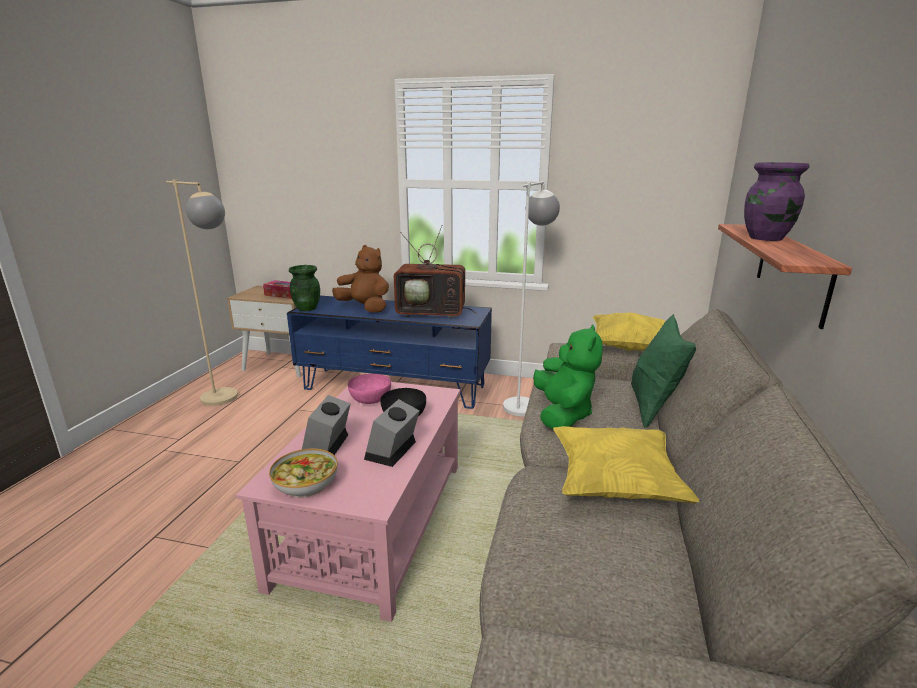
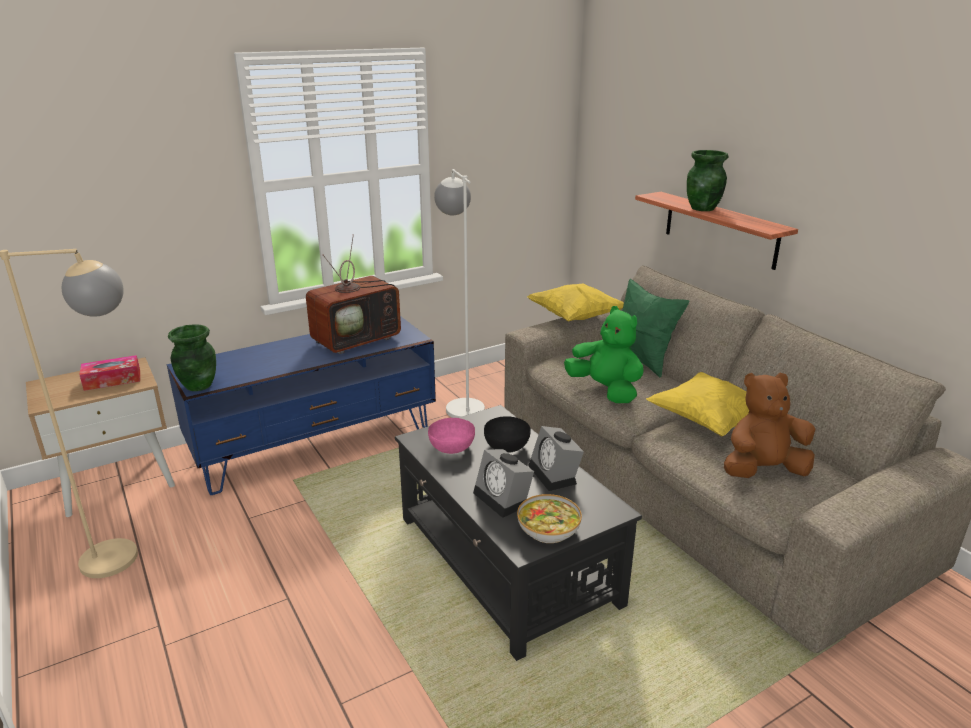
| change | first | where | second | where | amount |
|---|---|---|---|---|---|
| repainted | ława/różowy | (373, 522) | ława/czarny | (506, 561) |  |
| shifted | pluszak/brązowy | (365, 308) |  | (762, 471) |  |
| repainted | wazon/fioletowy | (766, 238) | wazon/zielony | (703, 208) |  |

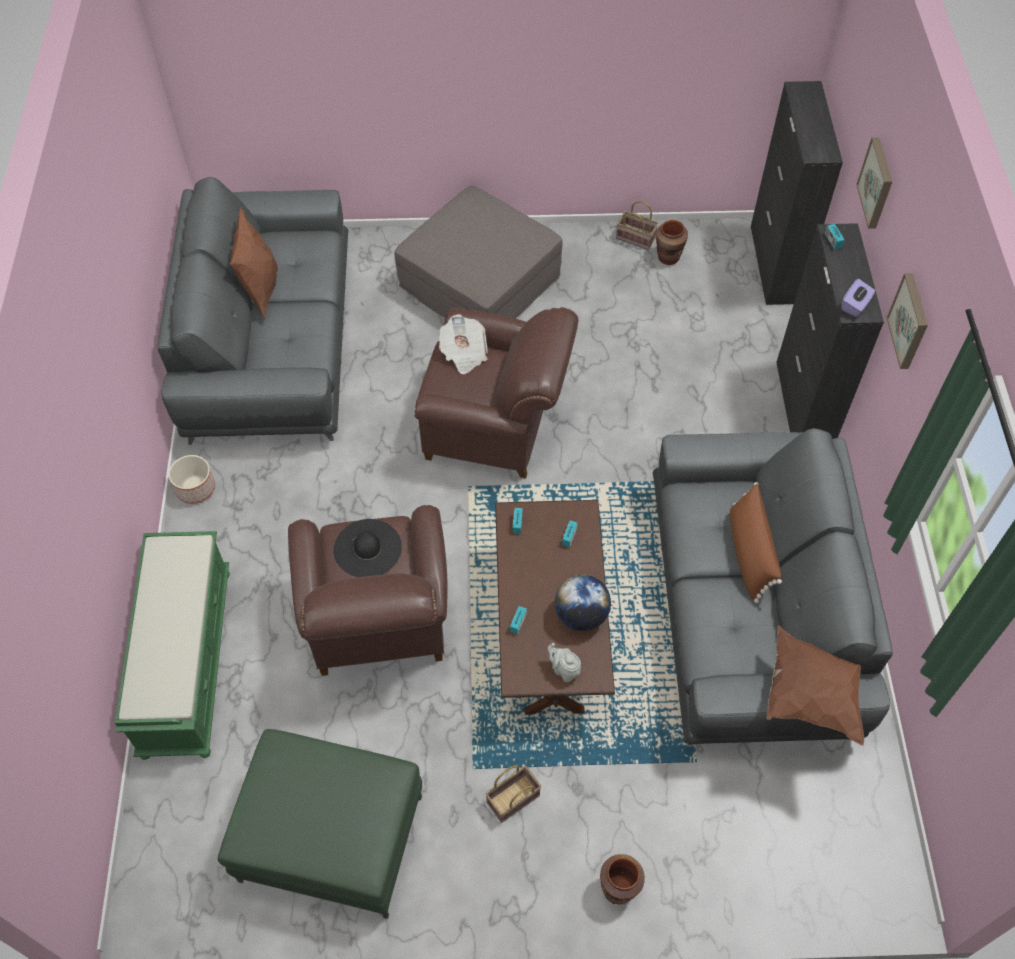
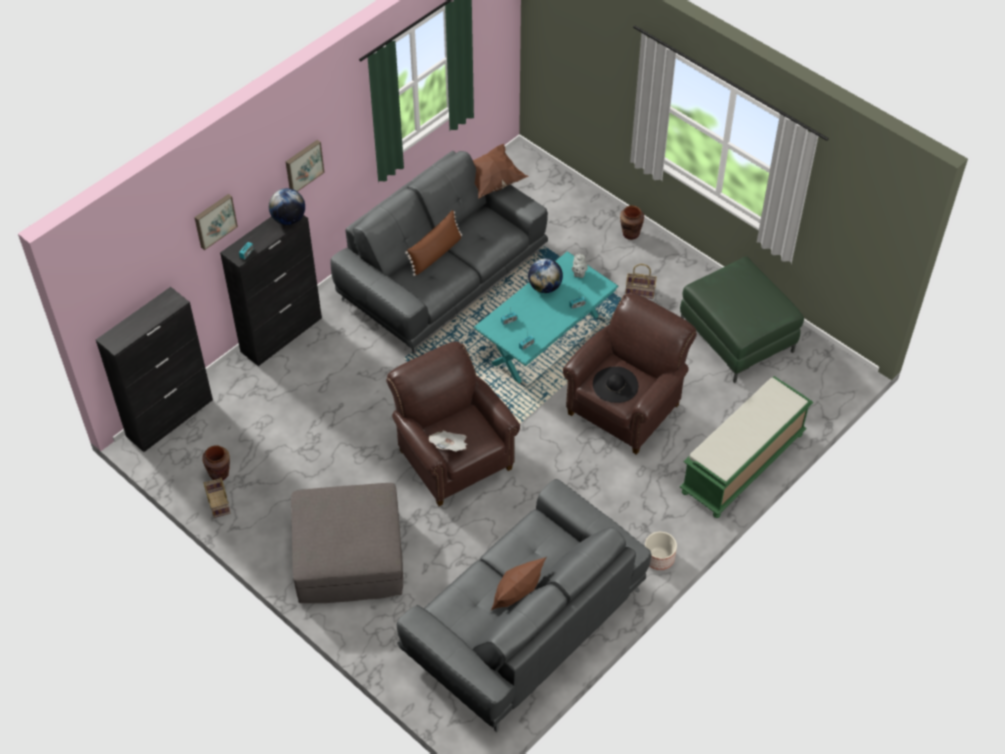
| change | first | where | second | where | amount |
|---|---|---|---|---|---|
| repainted | ława/brązowy | (550, 630) | ława/turkusowy | (545, 339) |  |
| swapped | pudełko chusteczek/fioletowy | (855, 305) | globus | (289, 219) |  |

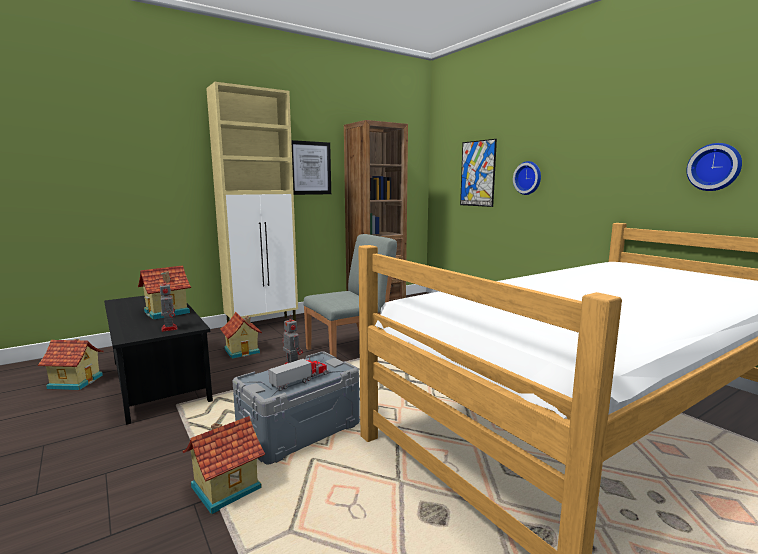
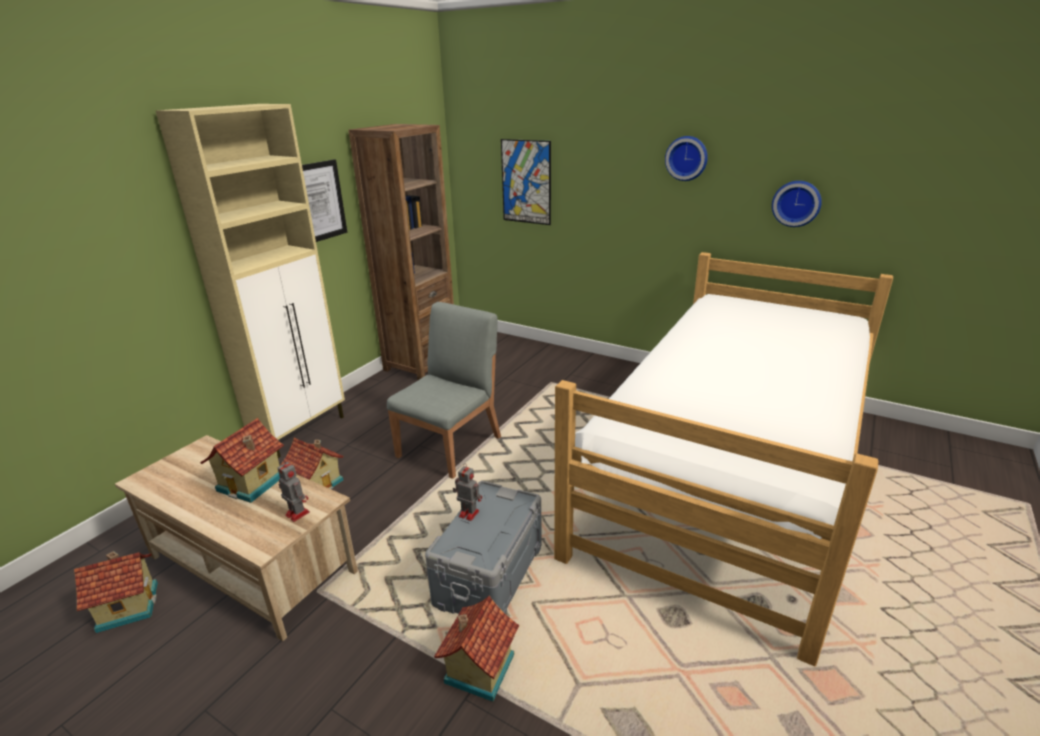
| change | first | where | second | where | amount |
|---|---|---|---|---|---|
| repainted | ława/czarny | (158, 380) | ława/beżowy | (251, 564) |  |
| gone | ciężarówka zabawkowa | (300, 380) |  |  |  |
| shifted | zegar ścienny | (528, 178) |  | (687, 158) |  |

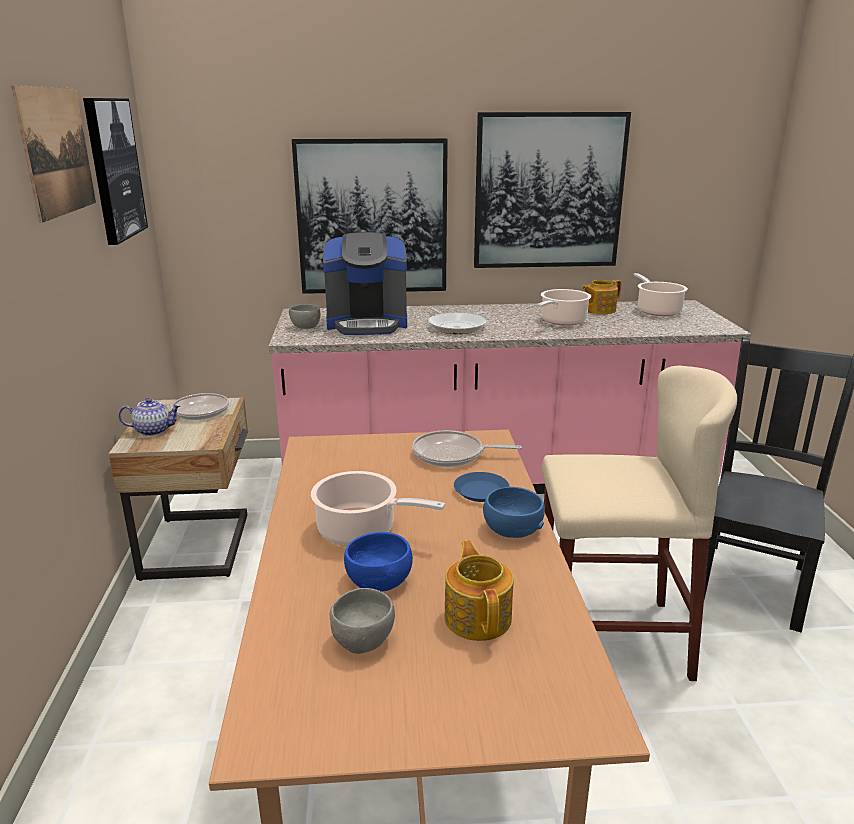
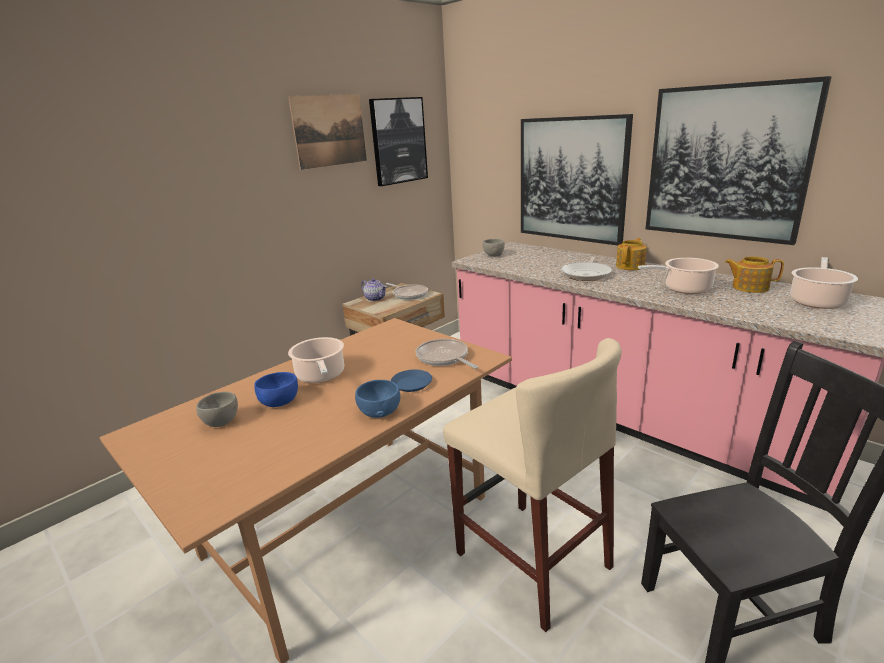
| change | first | where | second | where | amount |
|---|---|---|---|---|---|
| gone | ekspres do kawy | (367, 324) |  |  |  |
| shifted | imbryk | (478, 617) |  | (631, 266) |  |

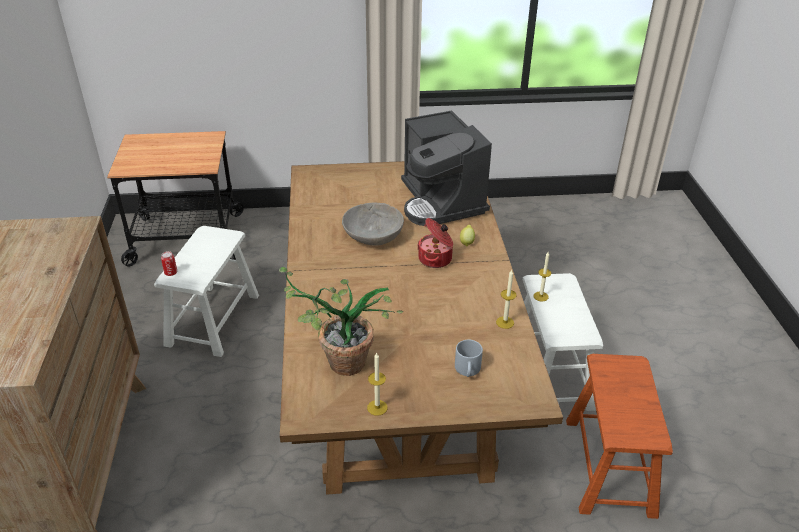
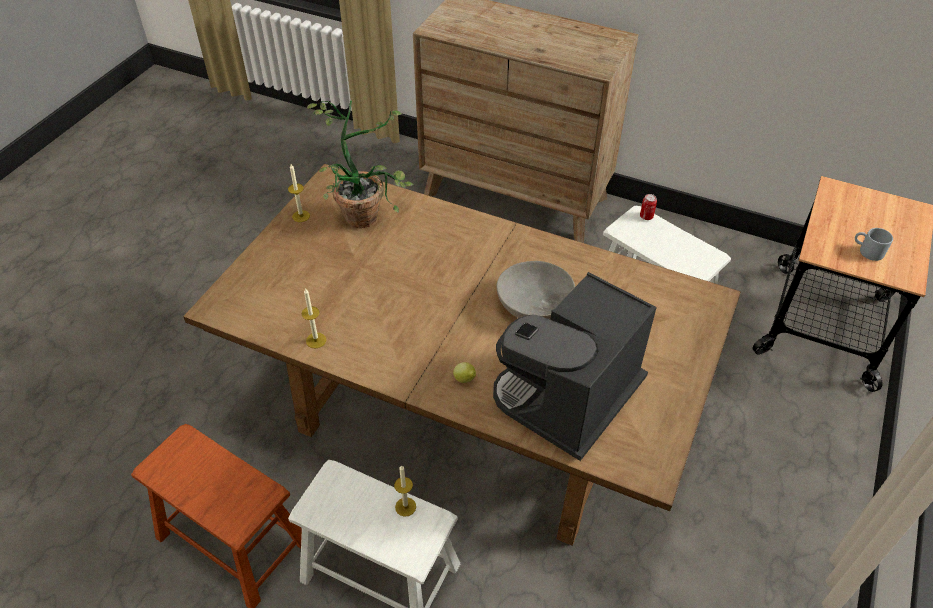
| change | first | where | second | where | amount |
|---|---|---|---|---|---|
| rotated | ekspres do kawy | (441, 201) |  | (569, 400) | 60 degrees counterclockwise |
| gone | garnek | (436, 259) |  |  |  |
| shifted | kubek/szary | (468, 370) |  | (867, 251) |  |

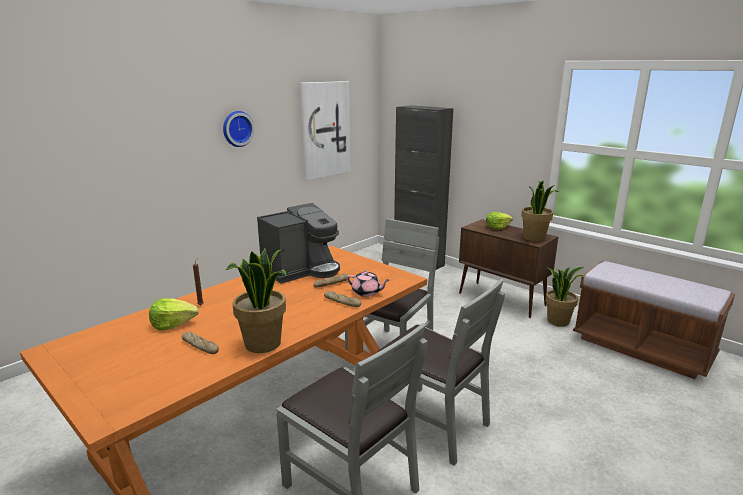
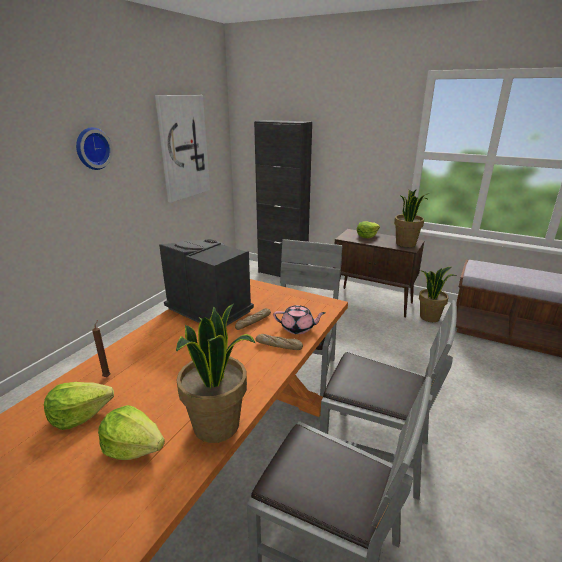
| change | first | where | second | where | amount |
|---|---|---|---|---|---|
| swapped | chleb | (200, 346) | sałata | (133, 447) |  |
| rotated | ekspres do kawy | (301, 270) |  | (209, 308) | 90 degrees counterclockwise |

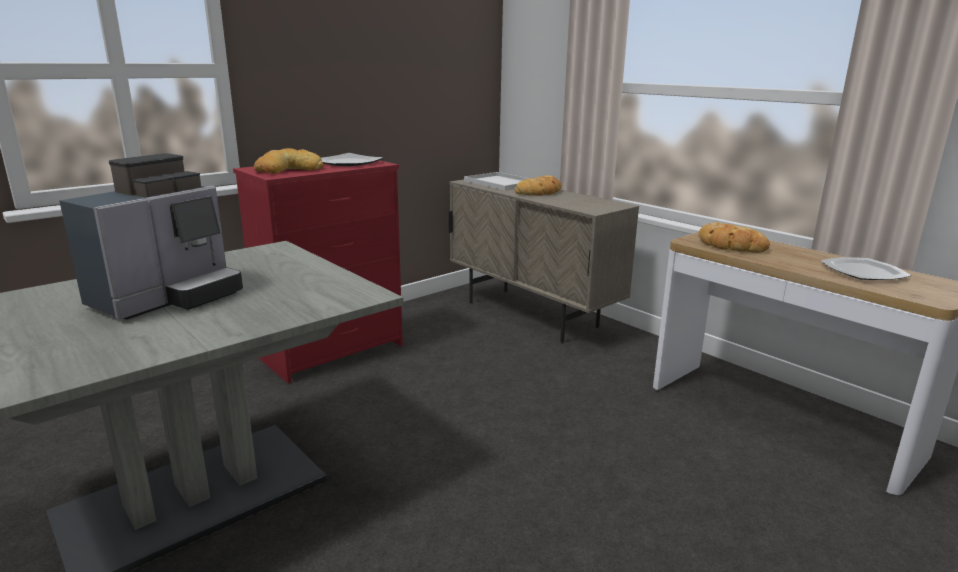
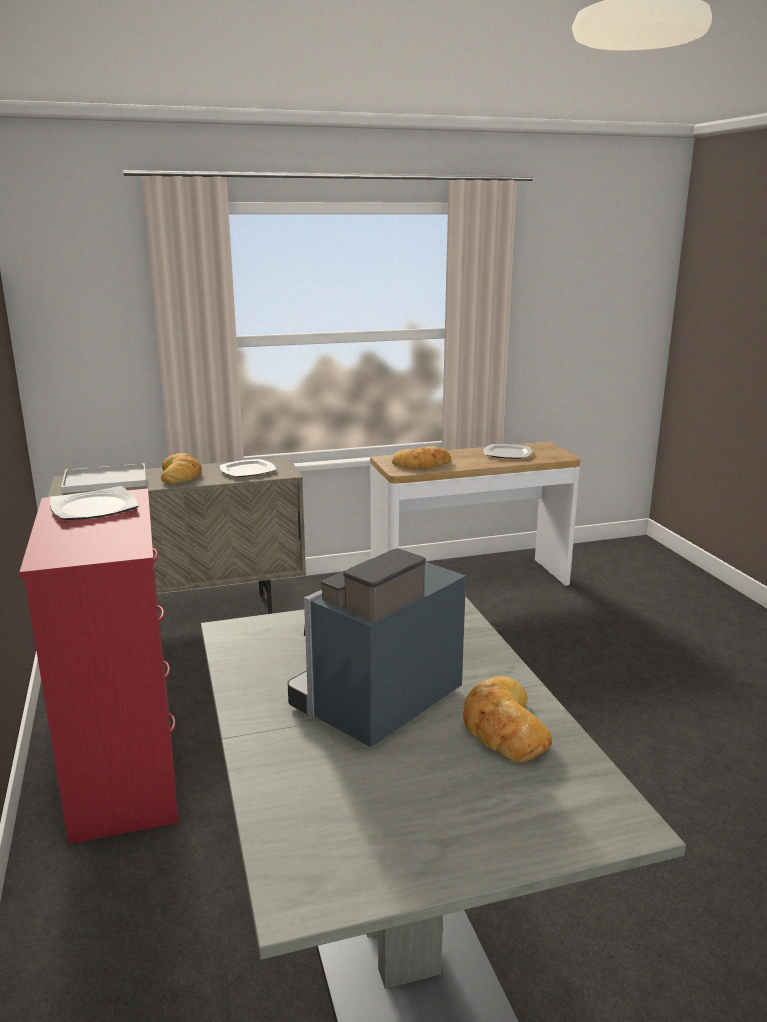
| change | first | where | second | where | amount |
|---|---|---|---|---|---|
| rotated | ekspres do kawy | (169, 297) |  | (375, 703) | 105 degrees counterclockwise |
| shifted | chleb | (288, 170) |  | (503, 727) |  |
| new |  |  | talerz | (247, 470) |  |

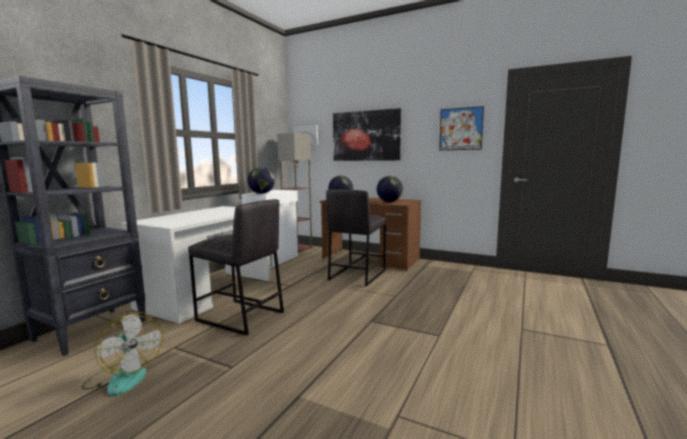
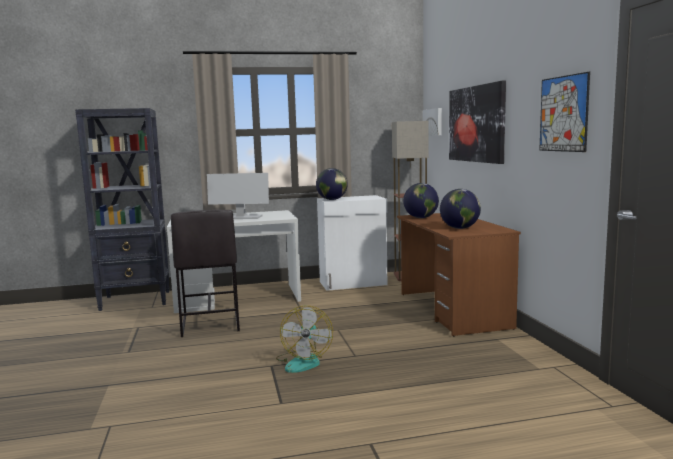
| change | first | where | second | where | amount |
|---|---|---|---|---|---|
| shifted | wentylator | (124, 377) |  | (303, 361) |  |
| gone | stołek/szary | (356, 275) |  |  |  |
| new |  |  | monitor | (240, 217) |  |

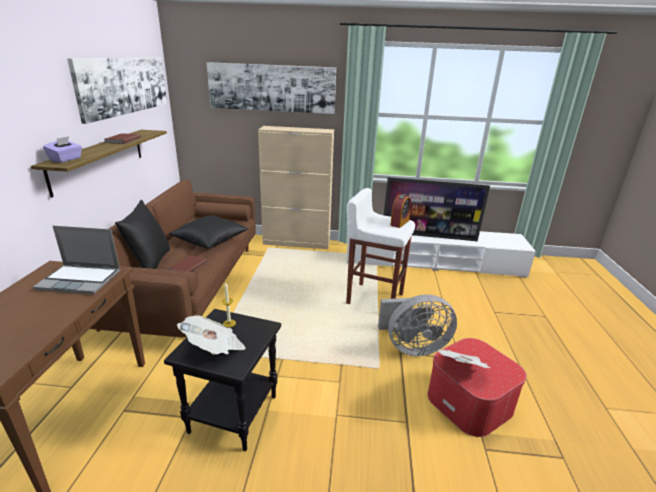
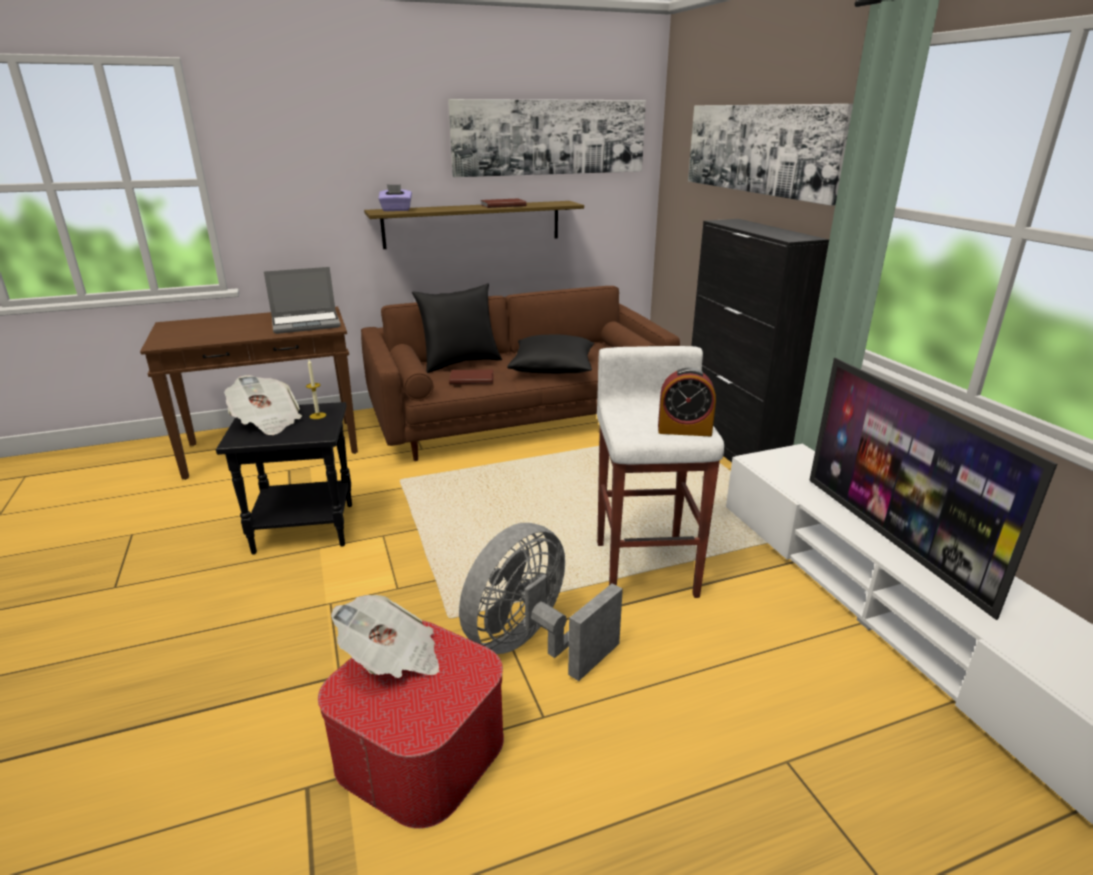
| change | first | where | second | where | amount |
|---|---|---|---|---|---|
| rotated | laptop | (81, 280) |  | (307, 324) | 90 degrees counterclockwise |
| repainted | szafka/beżowy | (297, 242) | szafka/czarny | (732, 447) |  |
| rotated | wentylator/szary | (412, 347) |  | (532, 645) | 75 degrees clockwise |

